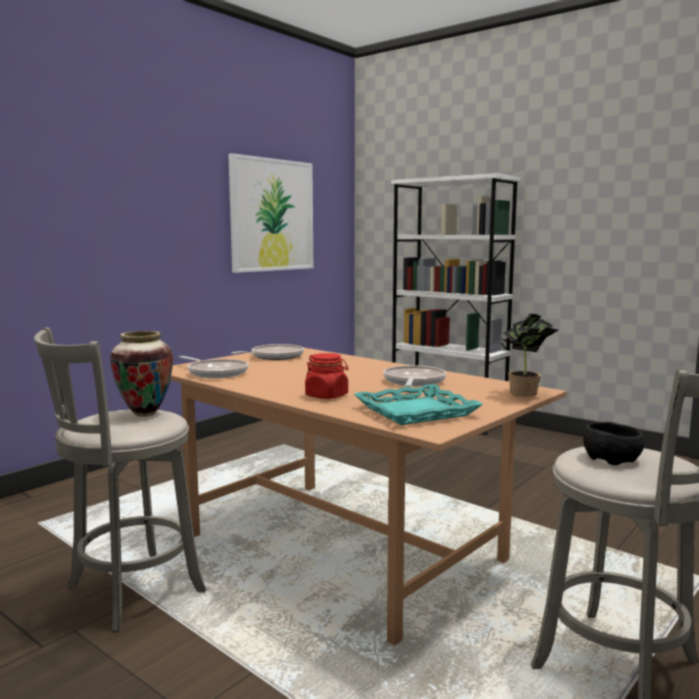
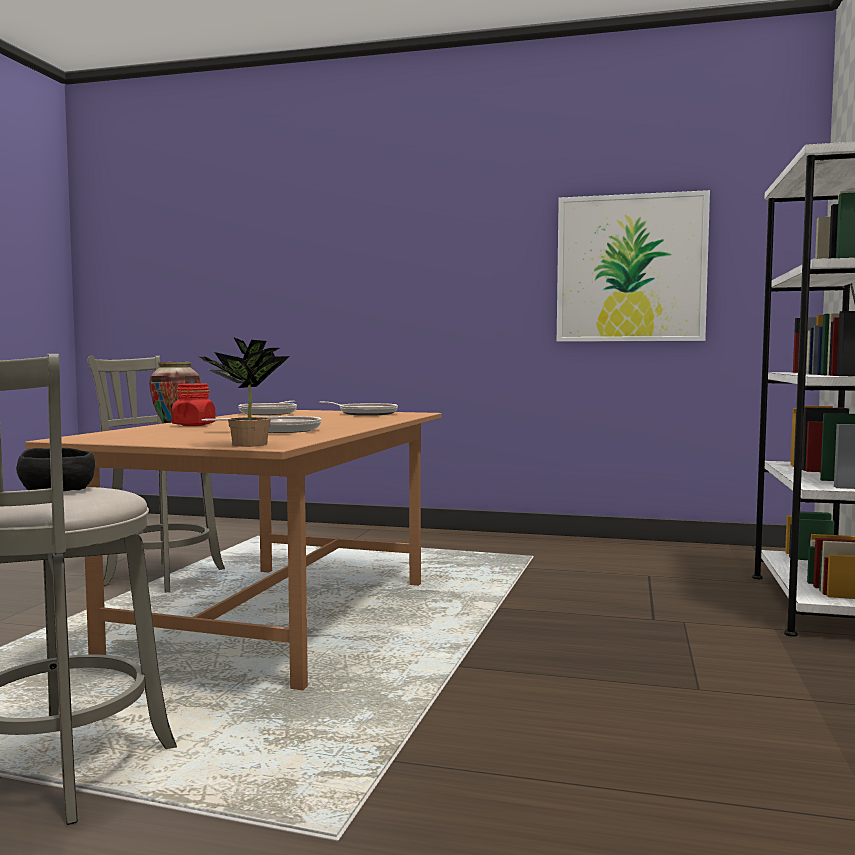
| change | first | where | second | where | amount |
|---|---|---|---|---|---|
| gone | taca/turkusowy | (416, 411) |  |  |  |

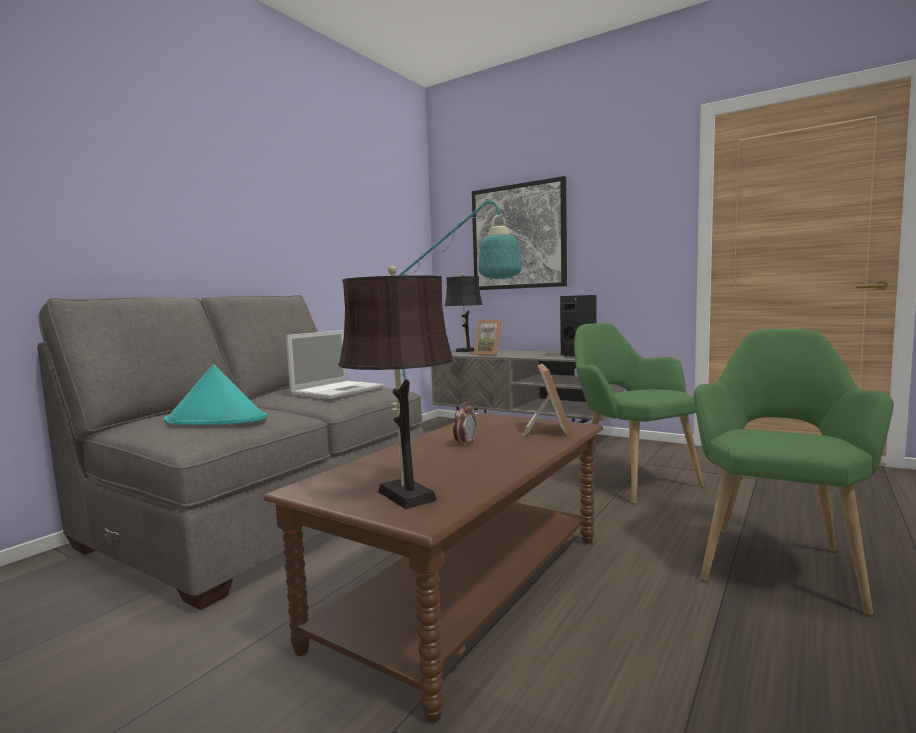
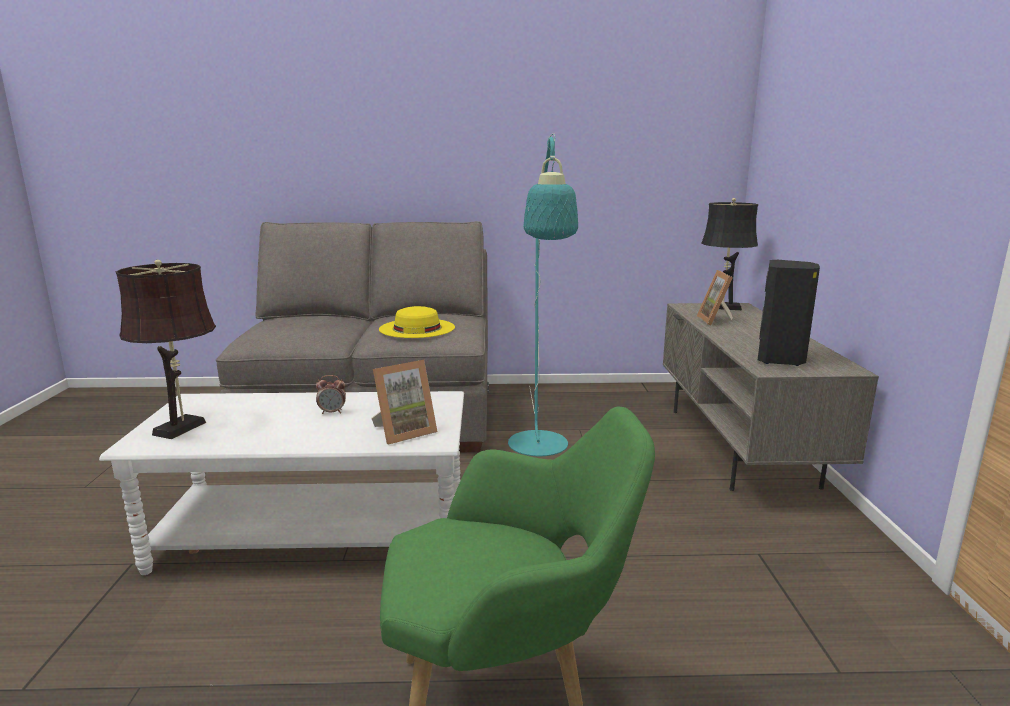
| change | first | where | second | where | amount |
|---|---|---|---|---|---|
| gone | kapelusz/turkusowy | (216, 420) |  |  |  |
| repainted | ława/brązowy | (469, 588) | ława/biały | (315, 533) |  |
| swapped | laptop | (339, 390) | kapelusz/żółty | (417, 328) |  |
| gone | obraz | (518, 237) |  |  |  |
| gone | fotel/zielony | (630, 479) |  |  |  |

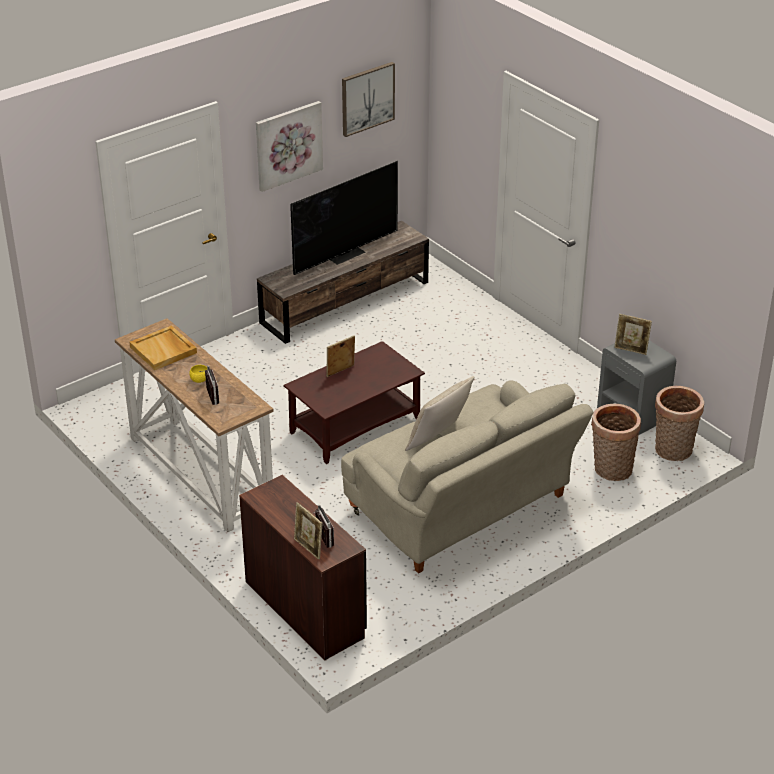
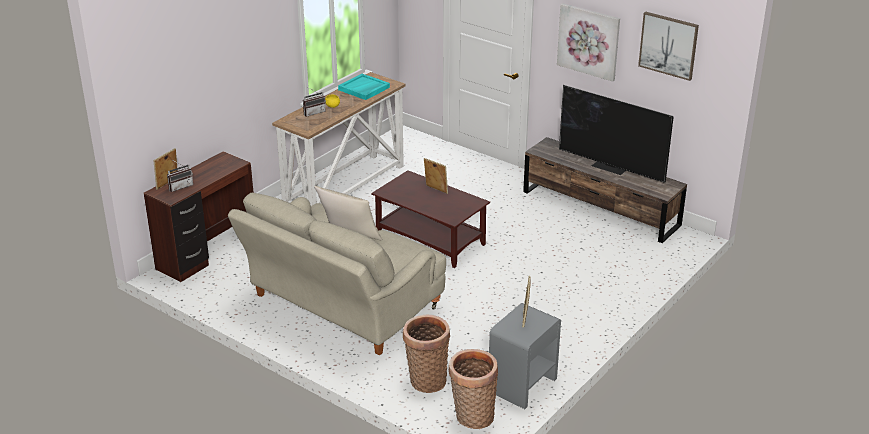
| change | first | where | second | where | amount |
|---|---|---|---|---|---|
| repainted | taca/beżowy | (164, 350) | taca/turkusowy | (364, 89) |  |

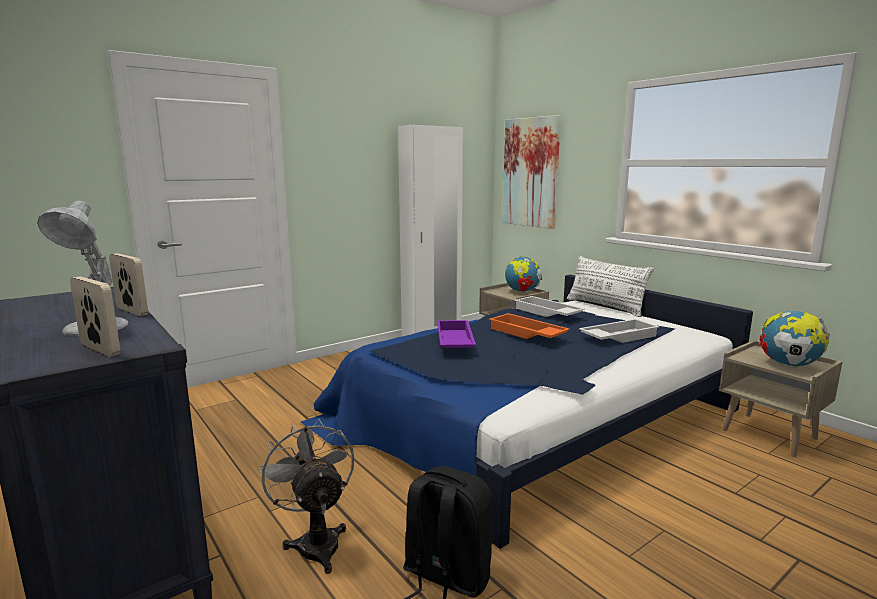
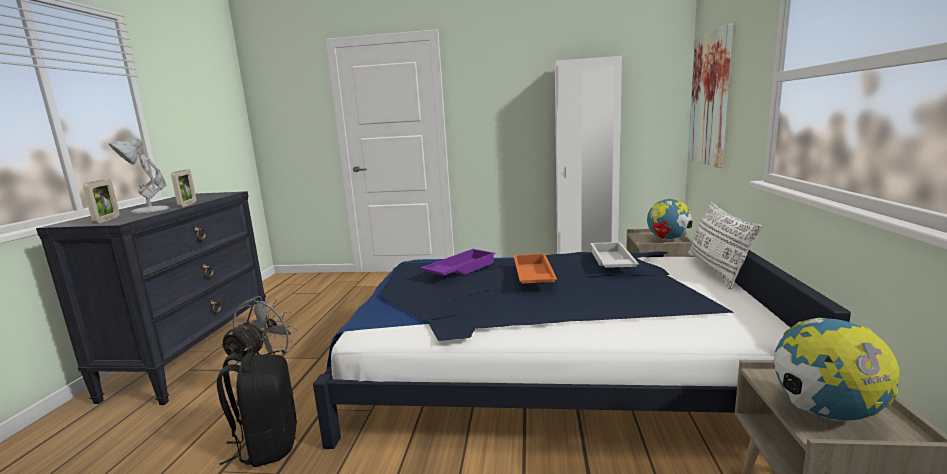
| change | first | where | second | where | amount |
|---|---|---|---|---|---|
| gone | taca/biały | (618, 337) |  |  |  |

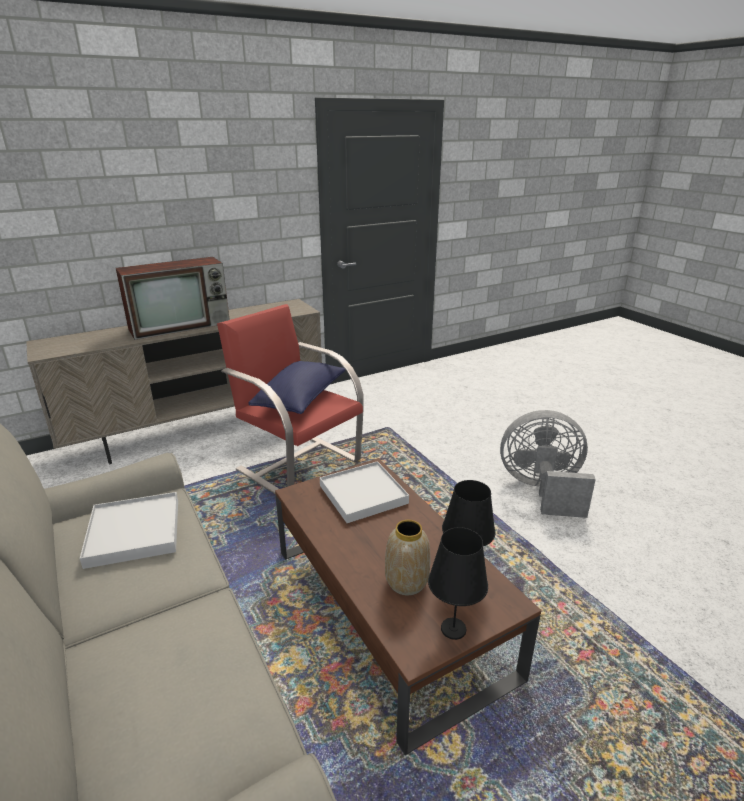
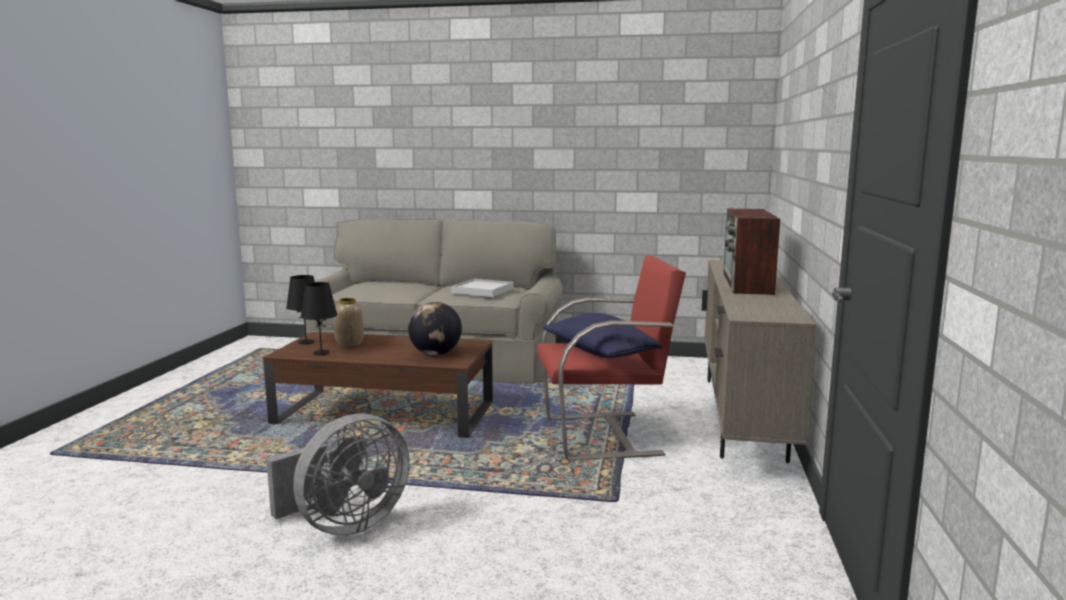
| change | first | where | second | where | amount |
|---|---|---|---|---|---|
| swapped | taca/biały | (363, 494) | globus | (435, 354) |  |

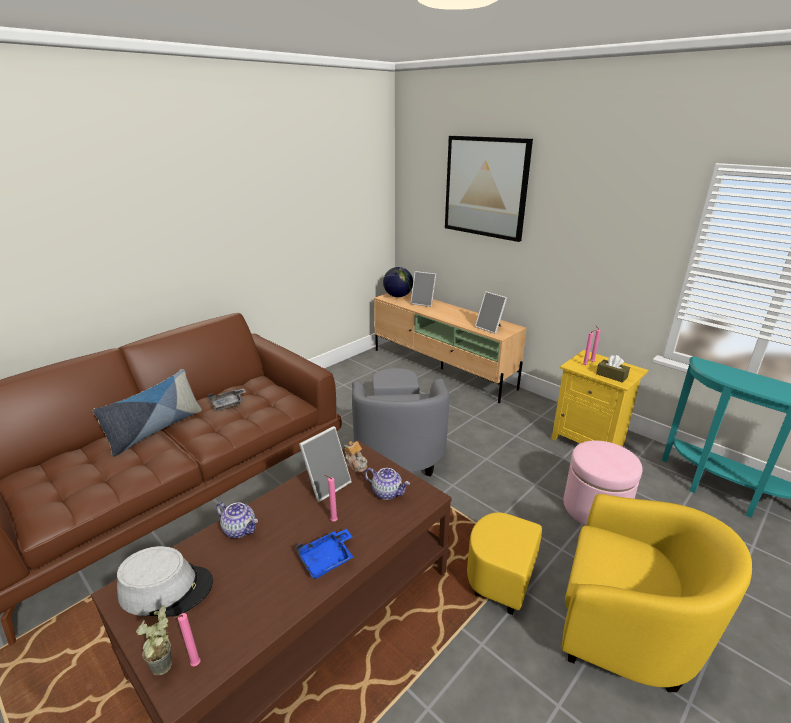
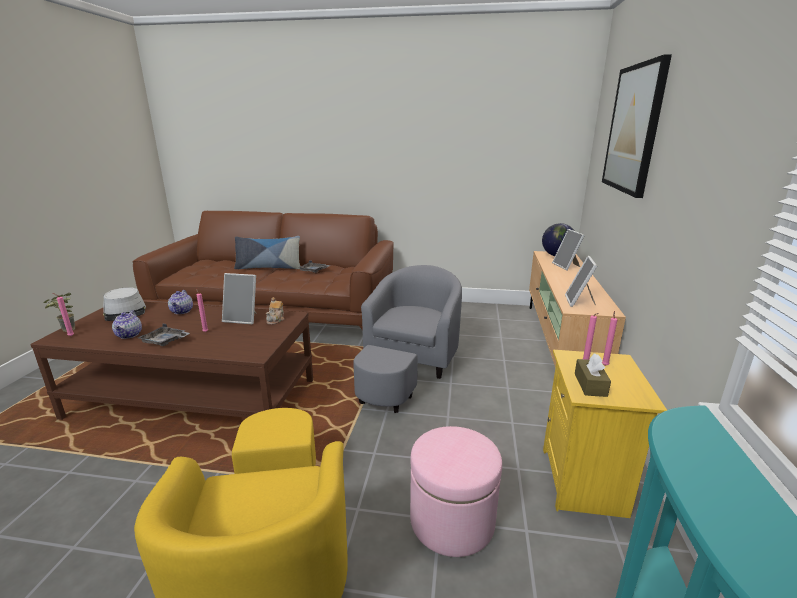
| change | first | where | second | where | amount |
|---|---|---|---|---|---|
| repainted | taca/niebieski | (327, 559) | taca/szary | (165, 341) |  |
| rotated | fotel/szary | (398, 445) |  | (409, 366) | 150 degrees clockwise |
| shifted | imbryk | (387, 492) |  | (129, 335) |  |

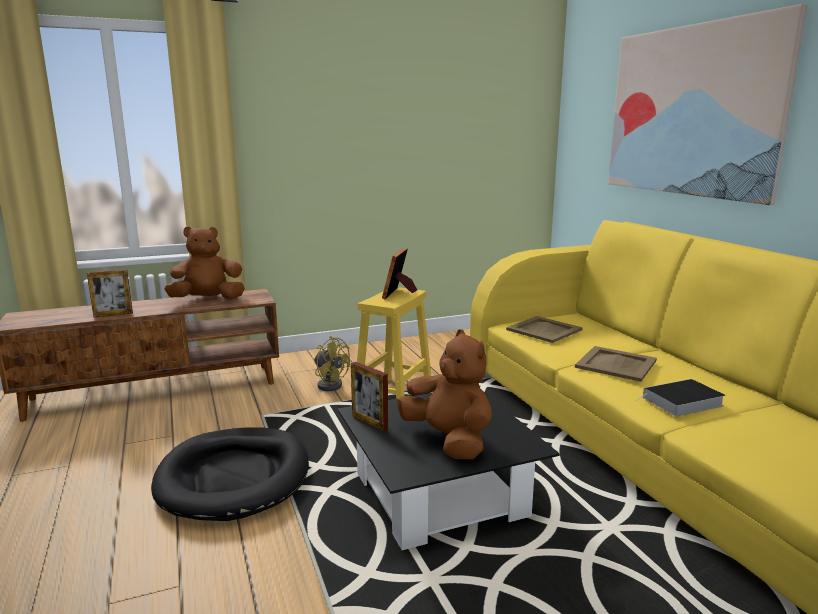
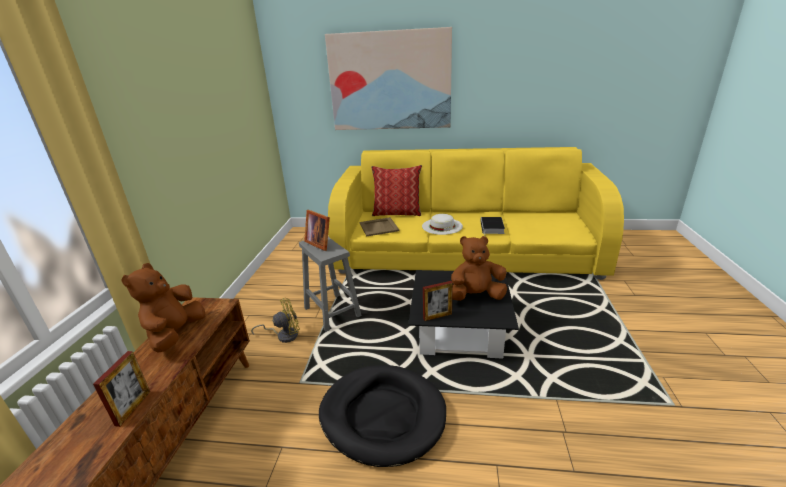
| change | first | where | second | where | amount |
|---|---|---|---|---|---|
| repainted | stołek/żółty | (393, 395) | stołek/szary | (333, 312) |  |
| swapped | taca/beżowy | (615, 364) | kapelusz/biały | (442, 226) |  |
| new |  |  | poduszka | (397, 213) |  |

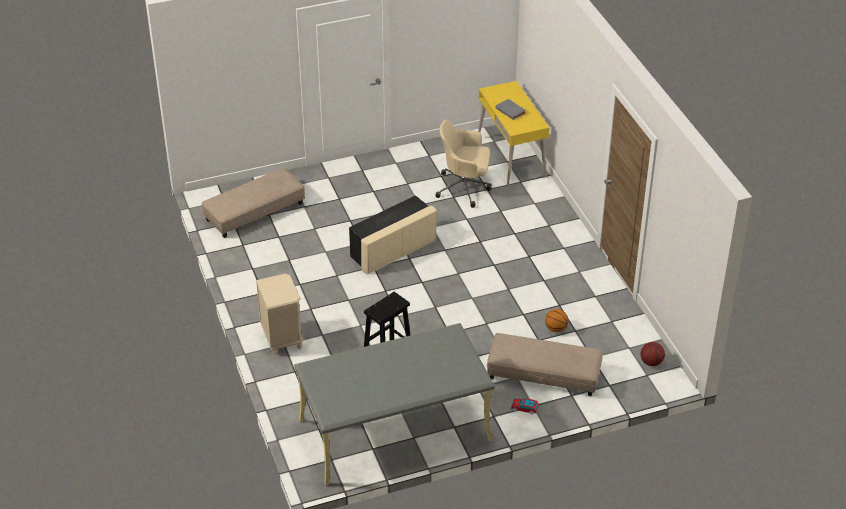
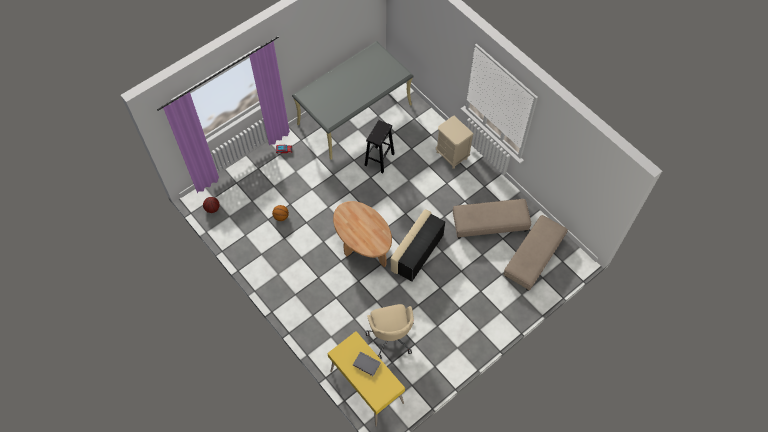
| change | first | where | second | where | amount |
|---|---|---|---|---|---|
| rotated | krzesło biurowe/beżowy | (464, 188) |  | (391, 336) | 90 degrees clockwise |
| shifted | pufa/beżowy | (543, 374) |  | (490, 223) |  |
| new |  |  | ława/brązowy | (363, 243) |  |

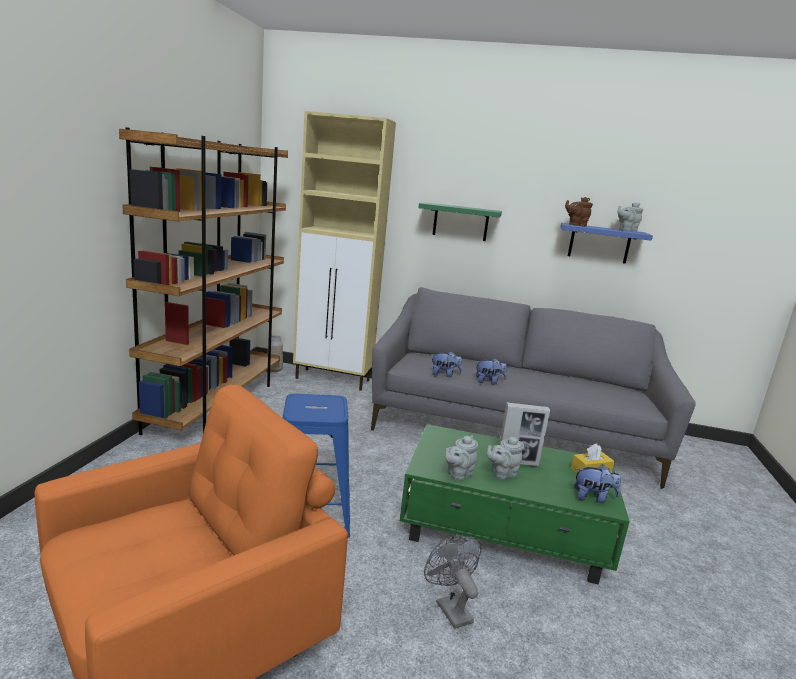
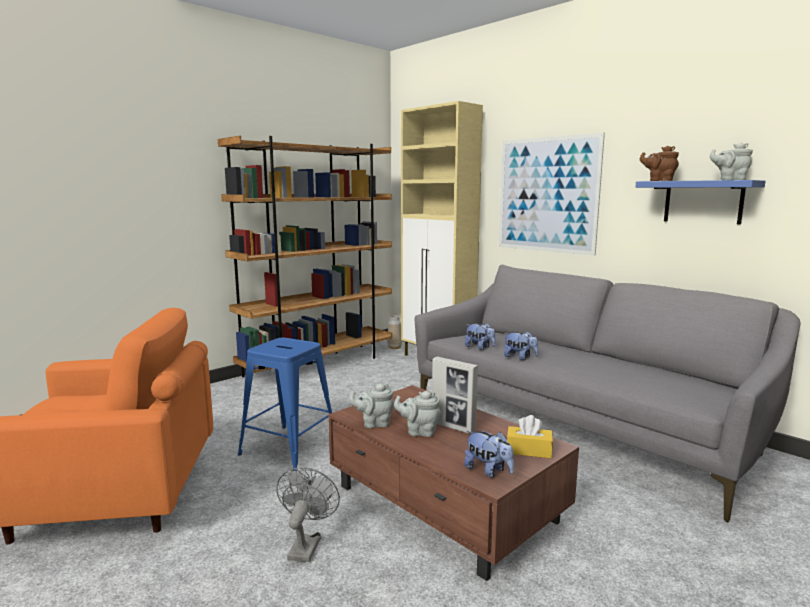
| change | first | where | second | where | amount |
|---|---|---|---|---|---|
| repainted | ława/zielony | (504, 530) | ława/brązowy | (445, 504) |  |
| swapped | półka/zielony | (460, 222) | obraz | (547, 195) |  |

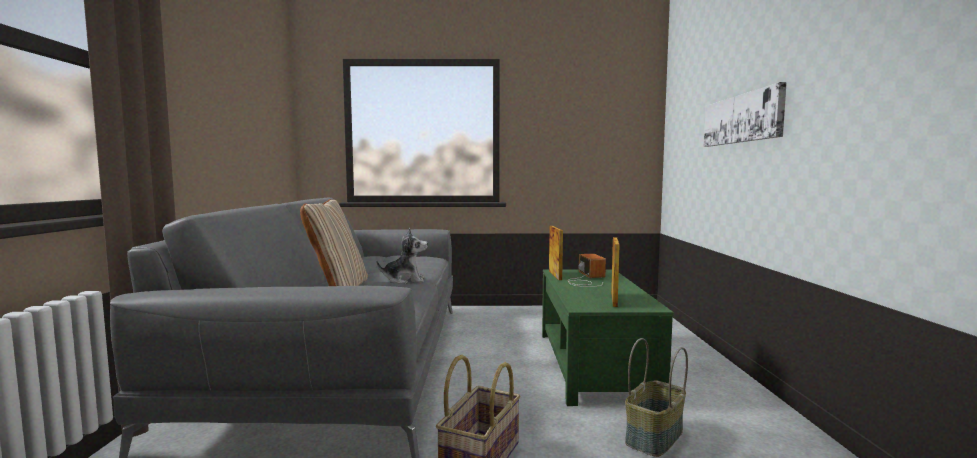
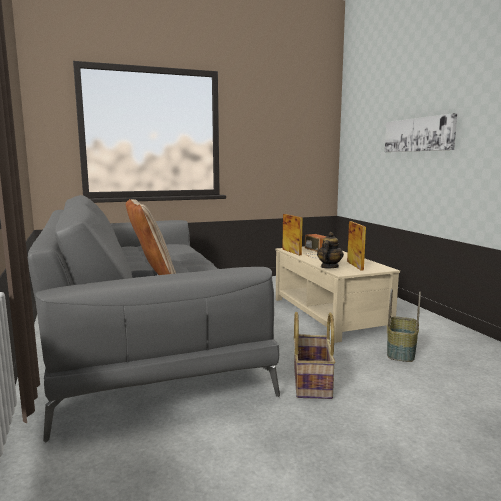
| change | first | where | second | where | amount |
|---|---|---|---|---|---|
| gone | pluszak | (404, 280) |  |  |  |
| repainted | ława/zielony | (592, 364) | ława/beżowy | (327, 315) |  |
| new |  |  | imbryk | (329, 267) |  |

